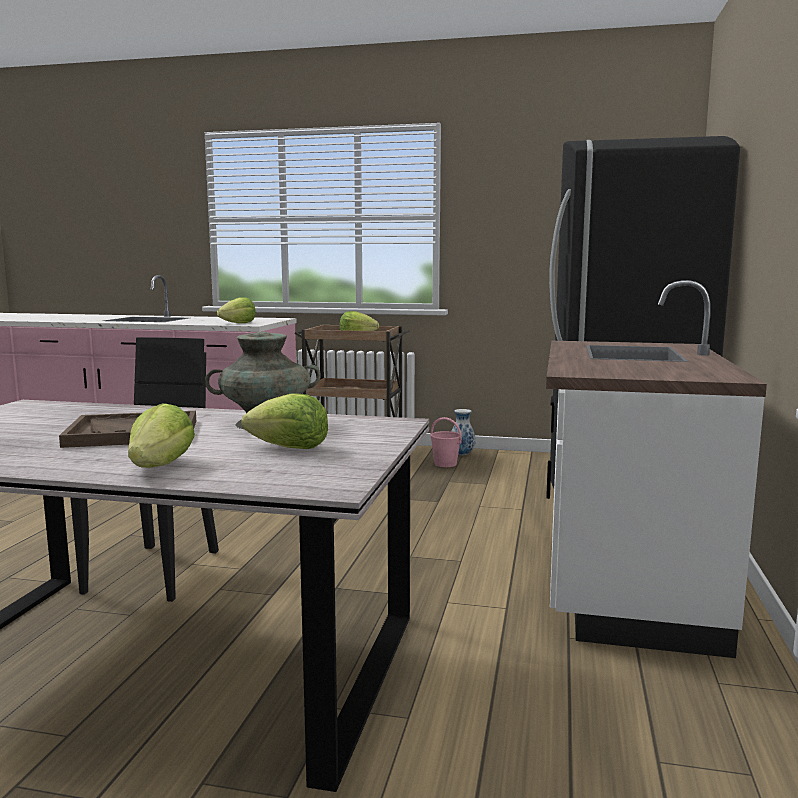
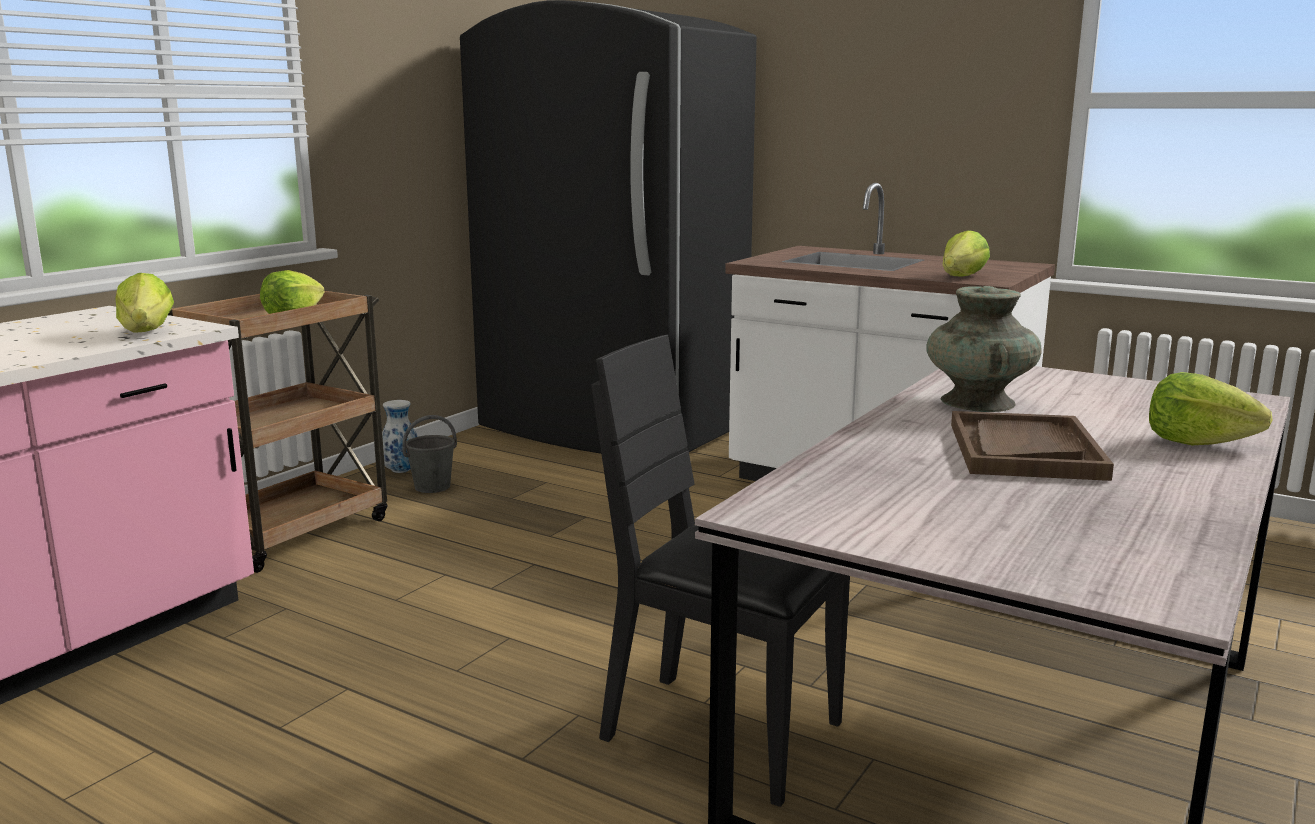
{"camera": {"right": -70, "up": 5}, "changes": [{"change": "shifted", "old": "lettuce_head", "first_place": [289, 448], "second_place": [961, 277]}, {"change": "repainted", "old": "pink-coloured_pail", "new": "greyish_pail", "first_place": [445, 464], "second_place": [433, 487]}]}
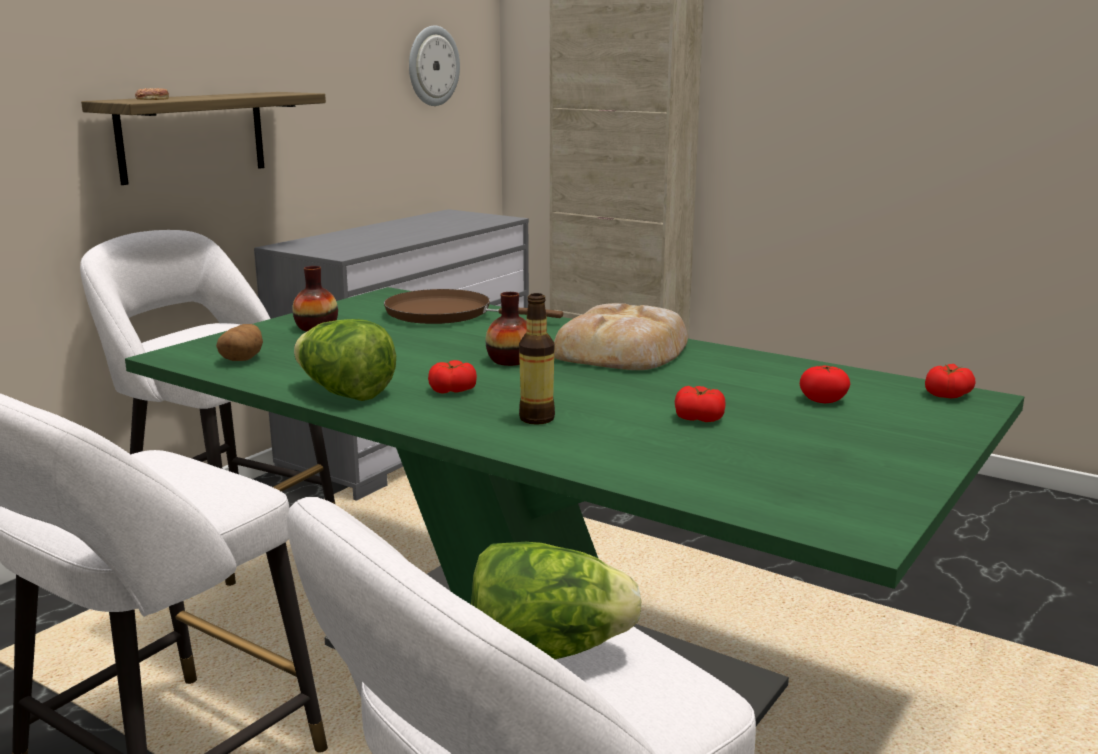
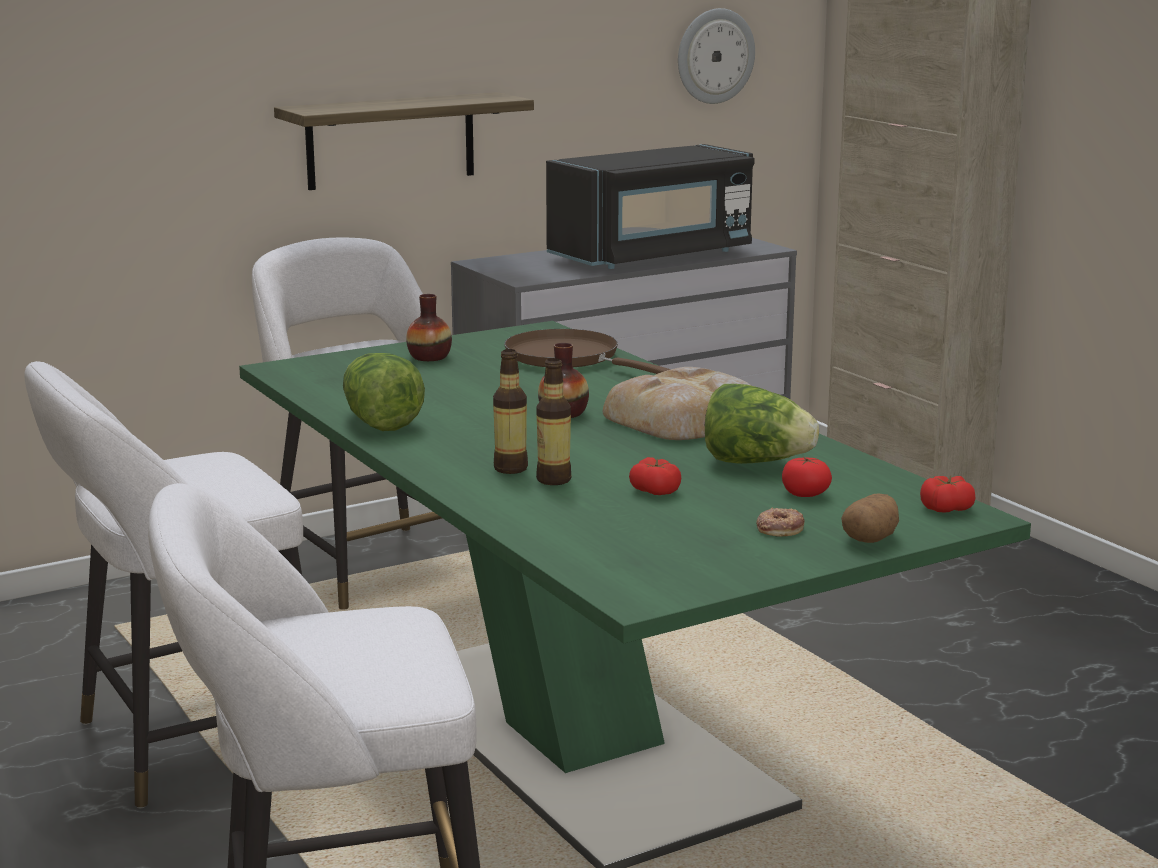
{"camera": {"right": 25, "up": 0}, "changes": [{"change": "shifted", "old": "donut", "first_place": [152, 99], "second_place": [779, 528]}, {"change": "shifted", "old": "spud", "first_place": [242, 359], "second_place": [870, 539]}, {"change": "gone", "old": "fresh_tomato", "first_place": [453, 390]}, {"change": "shifted", "old": "lettuce_head", "first_place": [548, 652], "second_place": [756, 463]}, {"change": "new", "new": "blackish_microwave", "second_place": [653, 256]}, {"change": "new", "new": "drink_bottle", "second_place": [553, 480]}]}
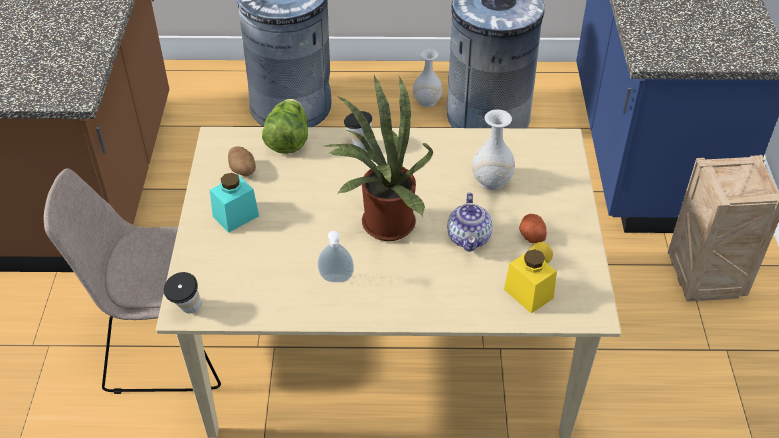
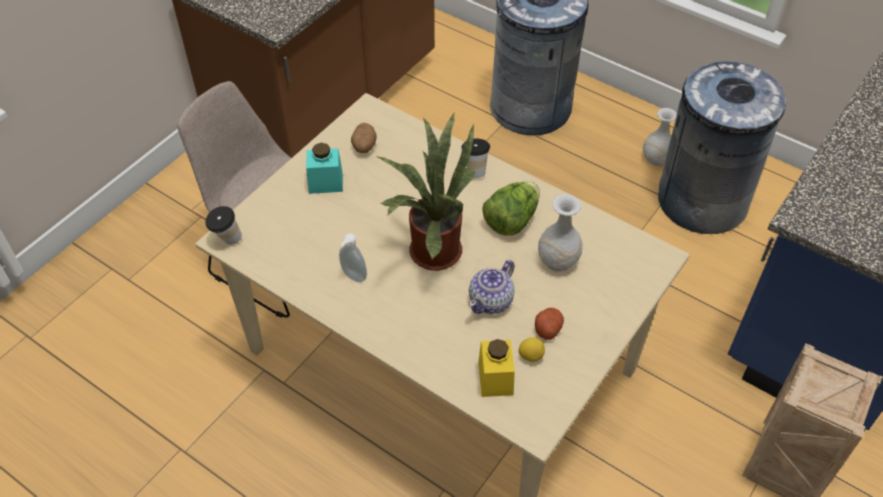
{"camera": {"right": 35, "up": 5}, "changes": [{"change": "shifted", "old": "lettuce_head", "first_place": [288, 140], "second_place": [511, 220]}]}
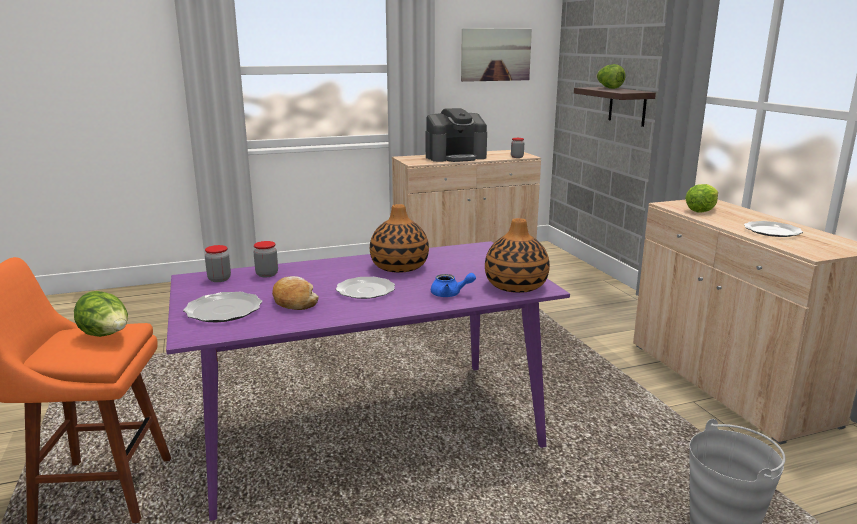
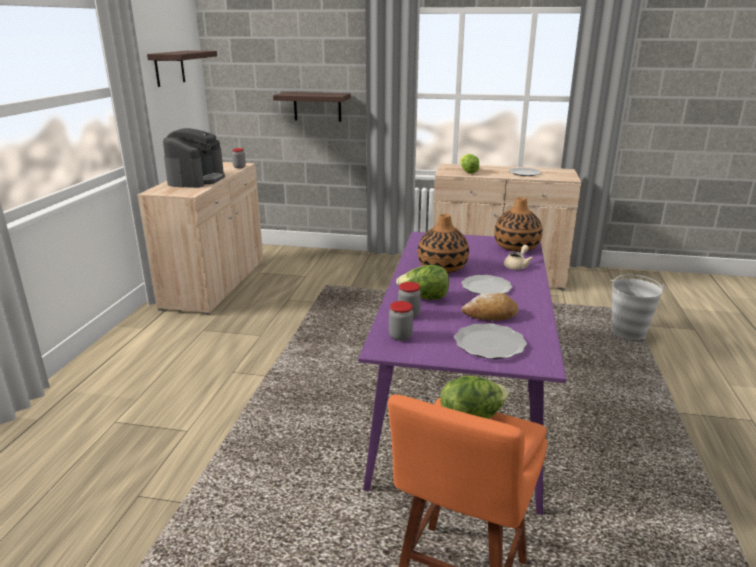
{"camera": {"right": -60, "up": 5}, "changes": [{"change": "swapped", "old": "wall_picture", "new": "bracket_shelf", "first_place": [496, 55], "second_place": [169, 68]}, {"change": "shifted", "old": "lettuce_head", "first_place": [608, 88], "second_place": [424, 298]}, {"change": "repainted", "old": "bluish_tea_pot", "new": "beige_tea_pot", "first_place": [450, 294], "second_place": [517, 266]}]}
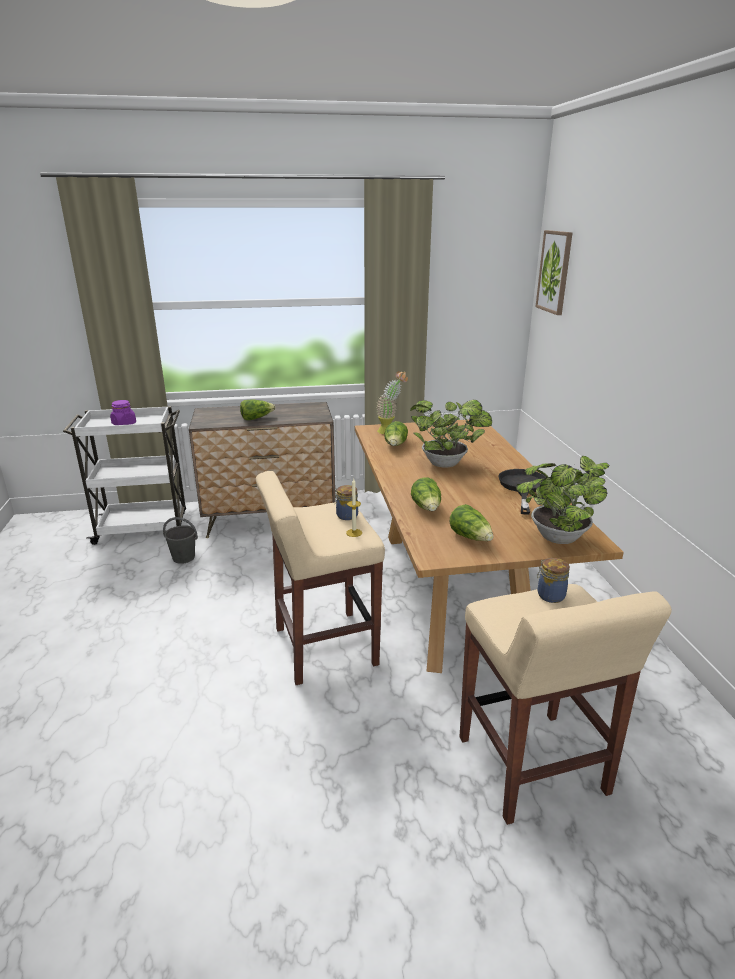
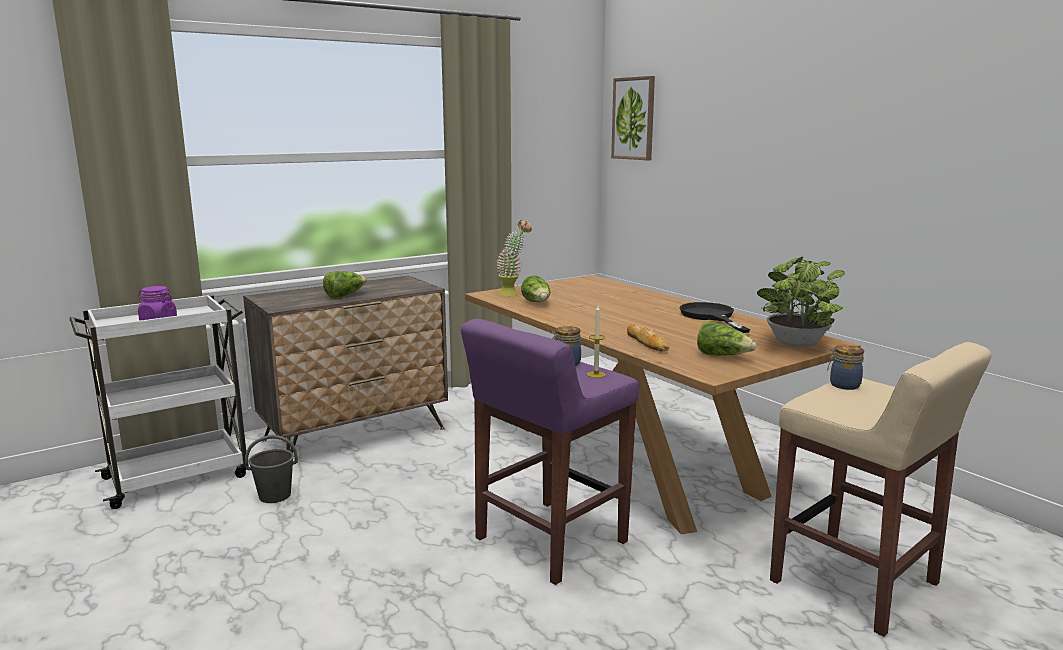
{"camera": {"right": -25, "up": -10}, "changes": [{"change": "gone", "old": "houseplant", "first_place": [447, 464]}, {"change": "repainted", "old": "beige_stool", "new": "purple_stool", "first_place": [323, 647], "second_place": [549, 541]}, {"change": "swapped", "old": "lettuce_head", "new": "bread", "first_place": [427, 508], "second_place": [647, 342]}]}
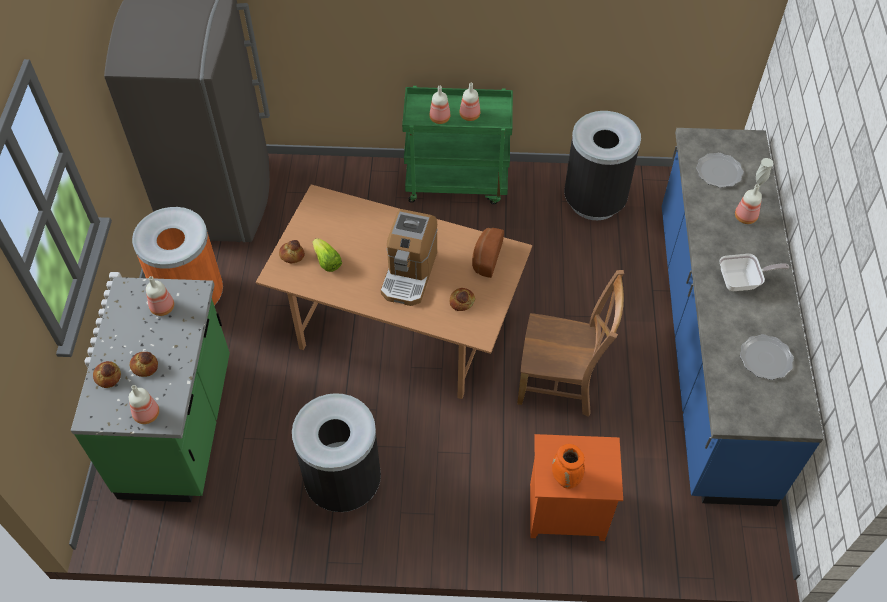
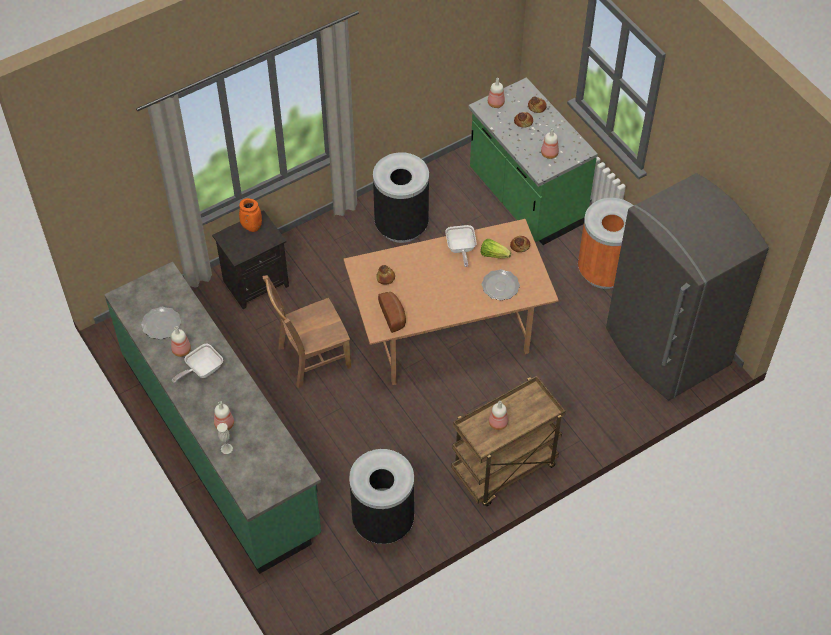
{"camera": {"right": 145, "up": 0}, "changes": [{"change": "repainted", "old": "green-coloured_cart", "new": "brownish_cart", "first_place": [457, 183], "second_place": [504, 470]}, {"change": "shifted", "old": "drink_bottle", "first_place": [439, 118], "second_place": [182, 350]}, {"change": "repainted", "old": "bluish_counter", "new": "green-coloured_counter", "first_place": [709, 347], "second_place": [221, 444]}, {"change": "shifted", "old": "plate", "first_place": [719, 172], "second_place": [500, 286]}, {"change": "gone", "old": "coffee_brewer", "first_place": [409, 273]}, {"change": "repainted", "old": "orange-coloured_nightstand", "new": "blackish_nightstand", "first_place": [565, 513], "second_place": [256, 282]}, {"change": "new", "new": "frying_pan", "second_place": [460, 249]}]}
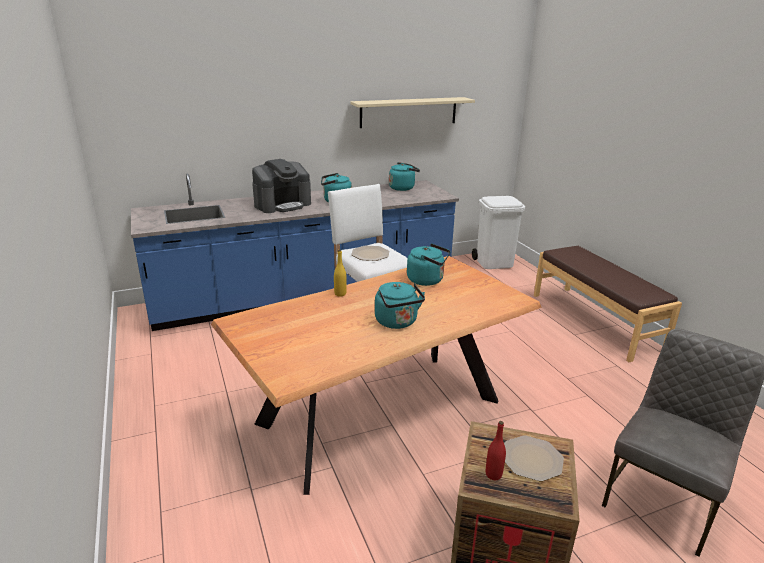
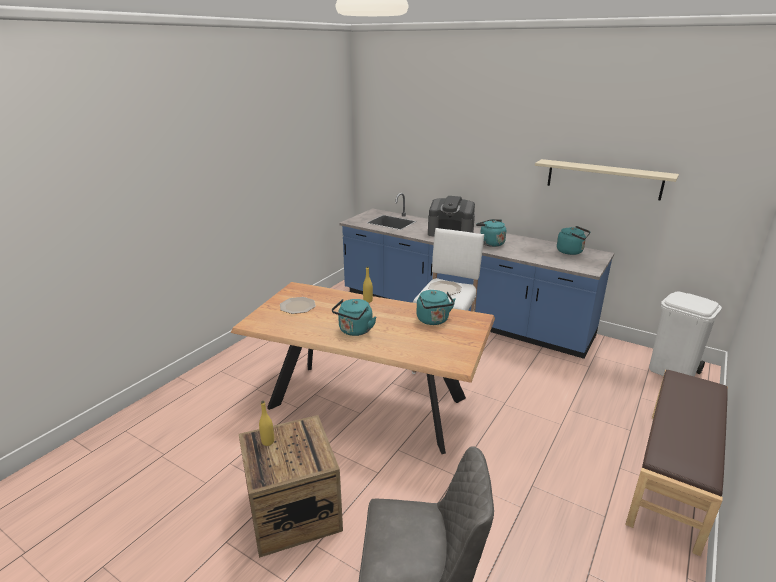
{"camera": {"right": 55, "up": 0}, "changes": [{"change": "repainted", "old": "red-coloured_drink_bottle", "new": "yellow_drink_bottle", "first_place": [493, 474], "second_place": [268, 442]}, {"change": "shifted", "old": "plate", "first_place": [531, 459], "second_place": [297, 306]}]}
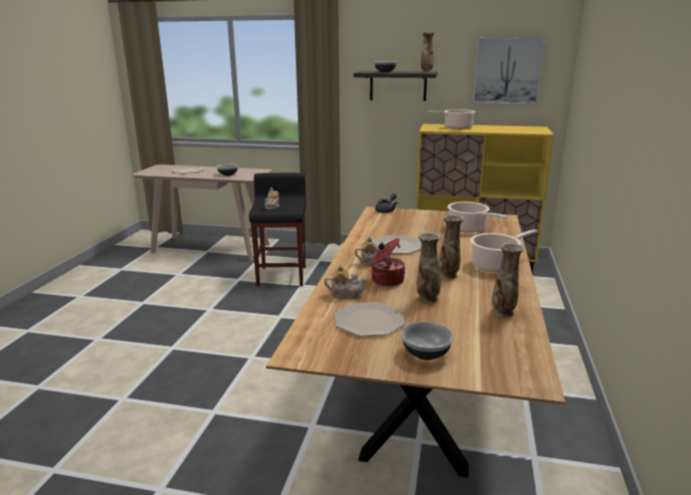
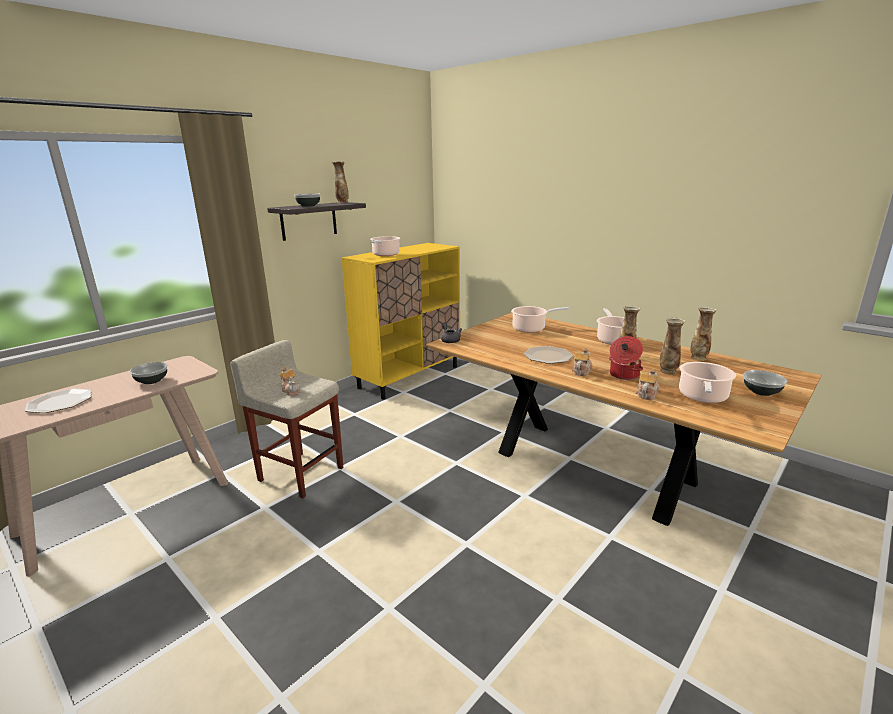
{"camera": {"right": -60, "up": 0}, "changes": [{"change": "gone", "old": "wall_picture", "first_place": [507, 71]}, {"change": "repainted", "old": "blackish_stool", "new": "beige_stool", "first_place": [282, 275], "second_place": [300, 473]}, {"change": "swapped", "old": "plate", "new": "saucepot", "first_place": [368, 320], "second_place": [702, 397]}]}
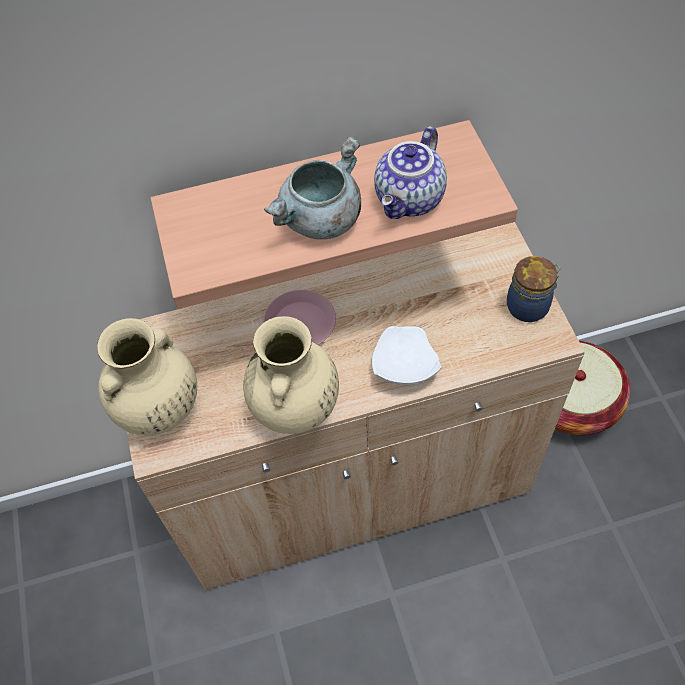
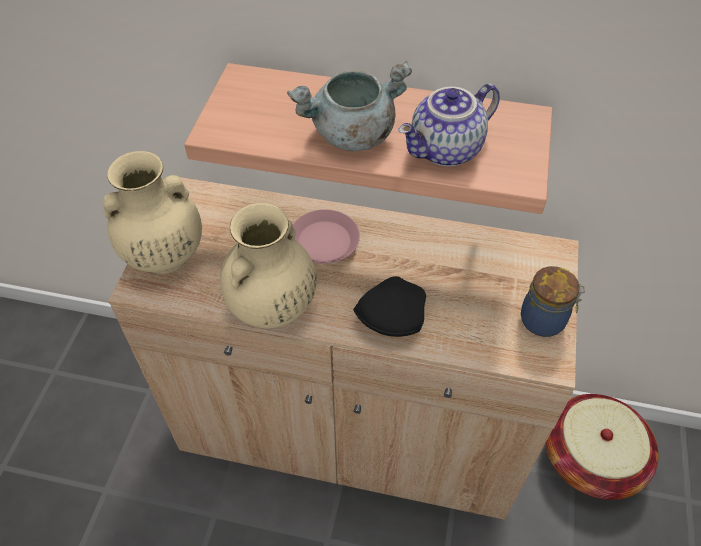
{"camera": {"right": 25, "up": -5}, "changes": [{"change": "repainted", "old": "whitish_plate", "new": "blackish_plate", "first_place": [403, 366], "second_place": [390, 317]}]}
